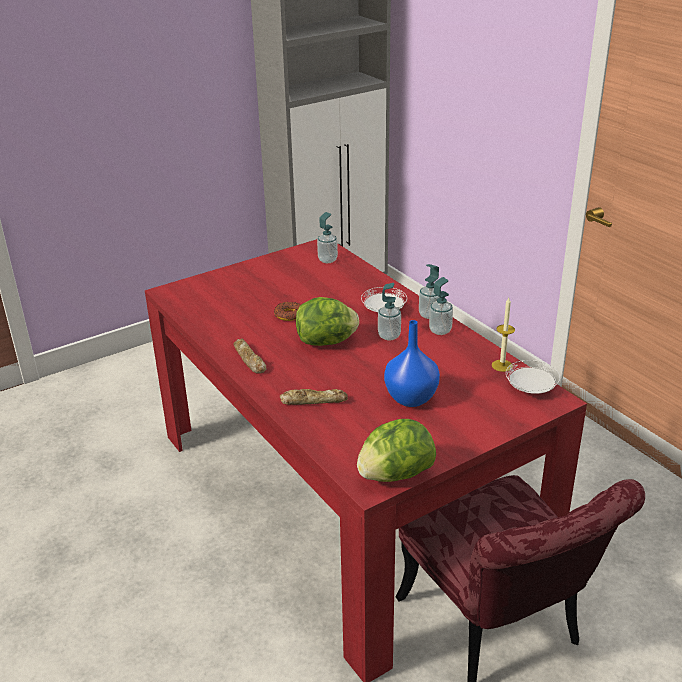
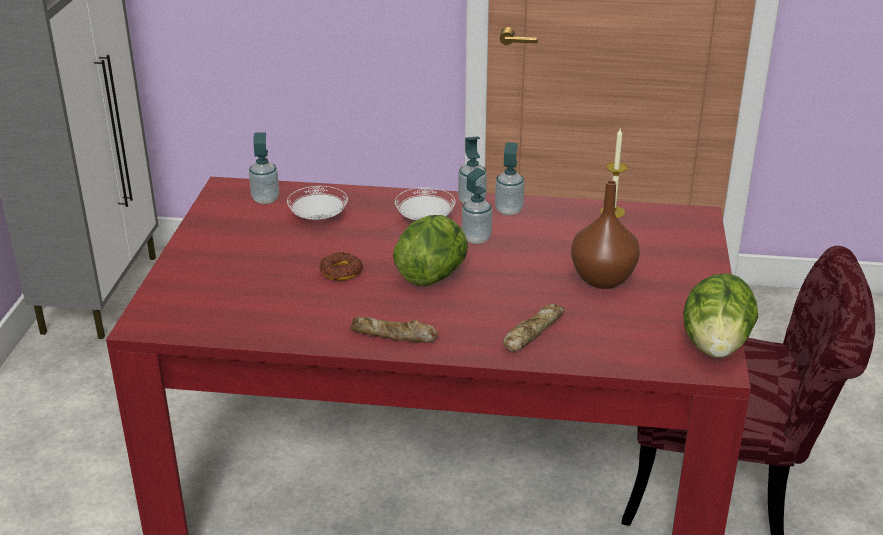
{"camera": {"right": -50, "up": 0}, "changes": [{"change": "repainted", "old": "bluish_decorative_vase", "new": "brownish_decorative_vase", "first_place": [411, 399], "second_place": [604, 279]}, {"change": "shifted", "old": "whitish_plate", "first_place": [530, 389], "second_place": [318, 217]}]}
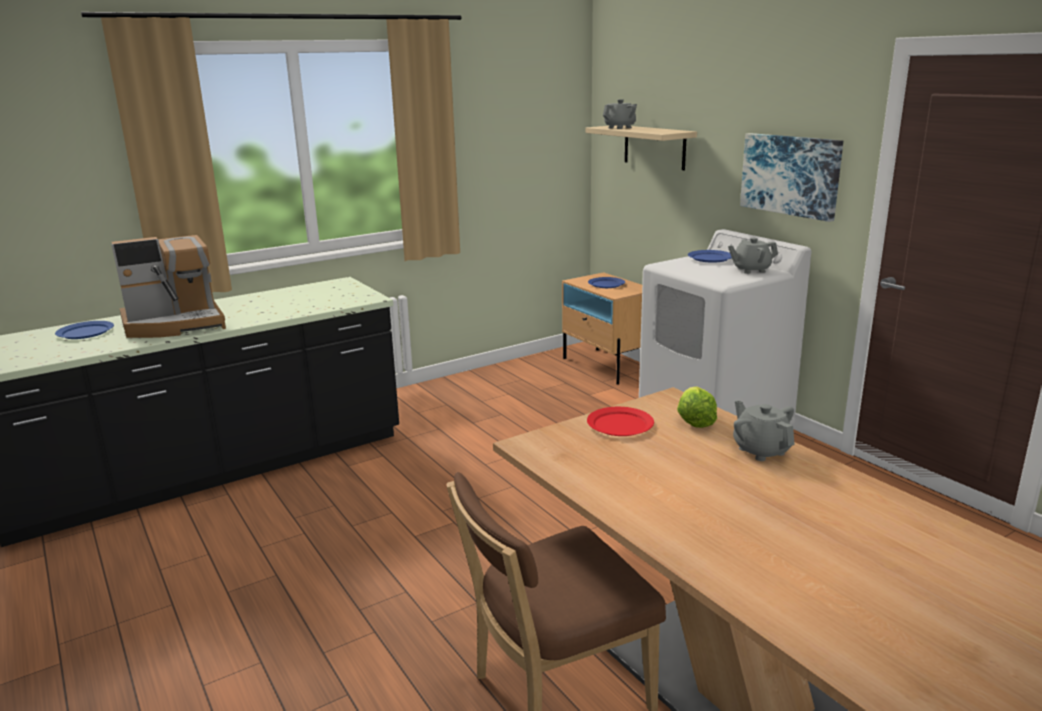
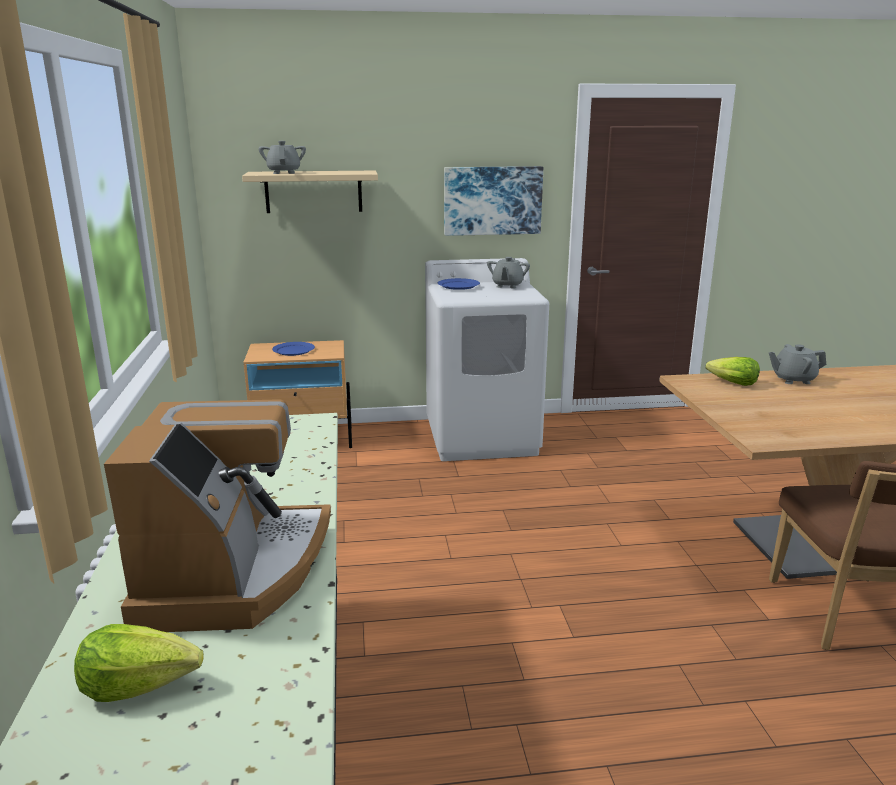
{"camera": {"right": -65, "up": 0}, "changes": [{"change": "swapped", "old": "bluish_plate", "new": "lettuce_head", "first_place": [86, 332], "second_place": [140, 684]}, {"change": "gone", "old": "red-coloured_plate", "first_place": [620, 425]}]}
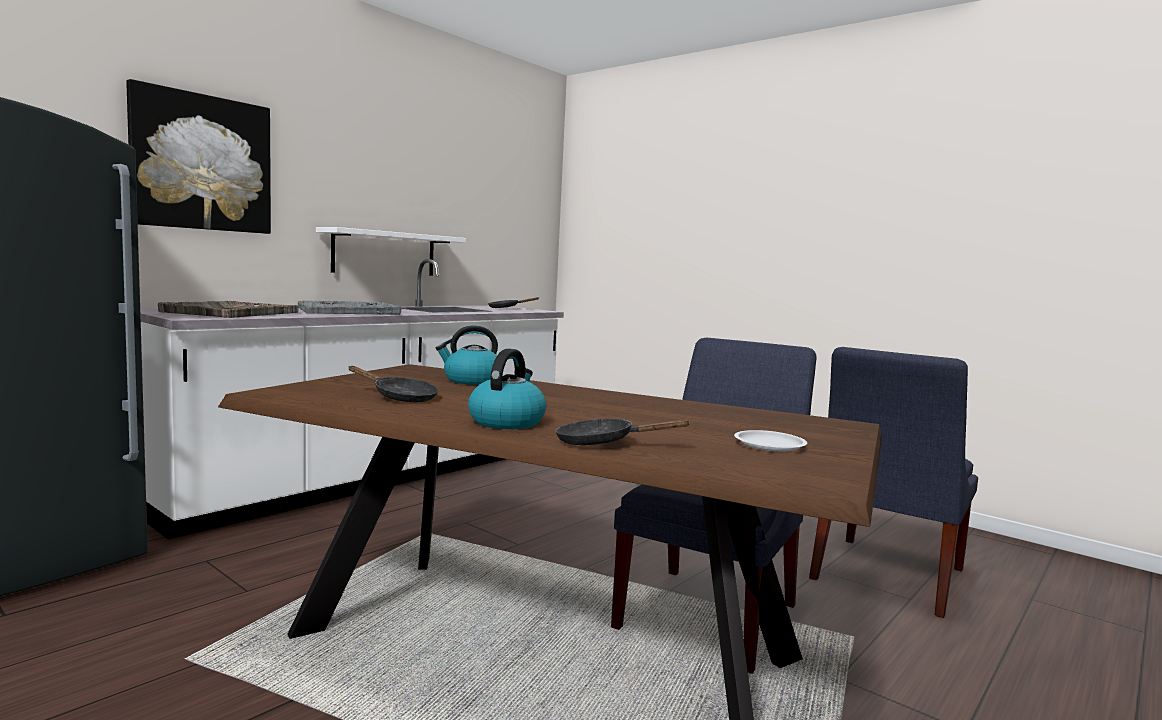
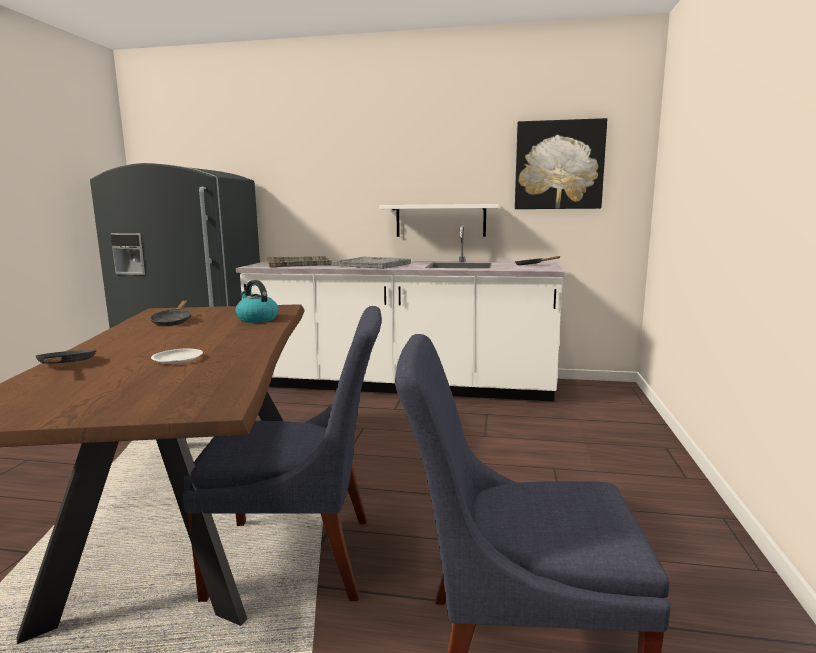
{"camera": {"right": 60, "up": 5}, "changes": [{"change": "shifted", "old": "wall_picture", "first_place": [202, 163], "second_place": [559, 165]}, {"change": "gone", "old": "water_kettle", "first_place": [507, 421]}, {"change": "shifted", "old": "whitish_plate", "first_place": [770, 445], "second_place": [177, 359]}]}
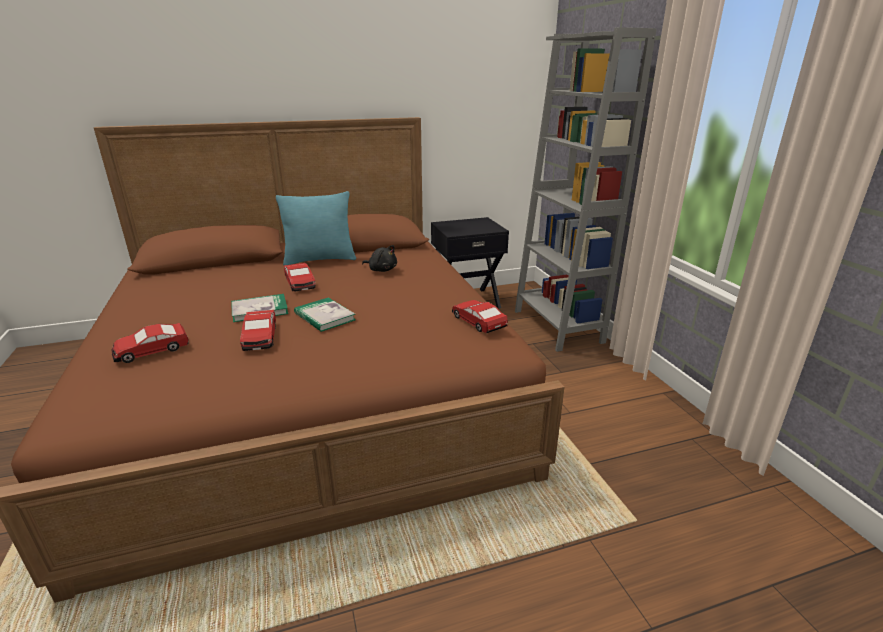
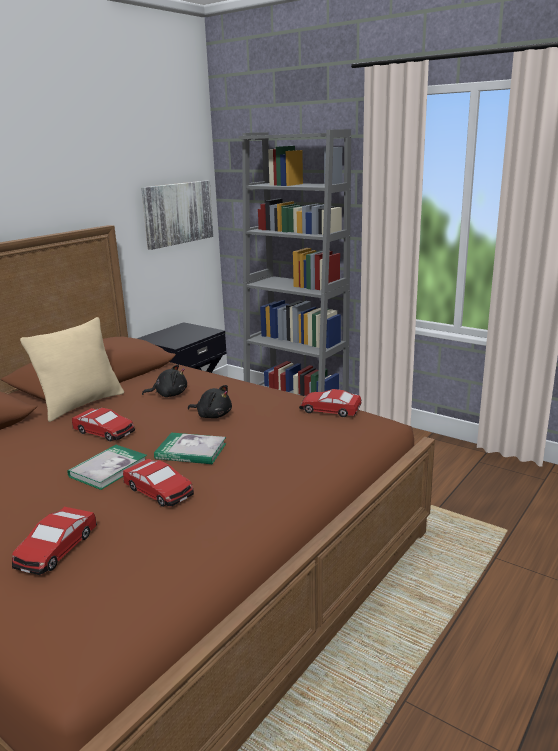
{"camera": {"right": -35, "up": -5}, "changes": [{"change": "repainted", "old": "blue-green_cushion", "new": "beige_cushion", "first_place": [320, 259], "second_place": [81, 404]}, {"change": "new", "new": "wall_picture", "second_place": [177, 213]}, {"change": "new", "new": "blackish_plush_toy", "second_place": [213, 415]}]}
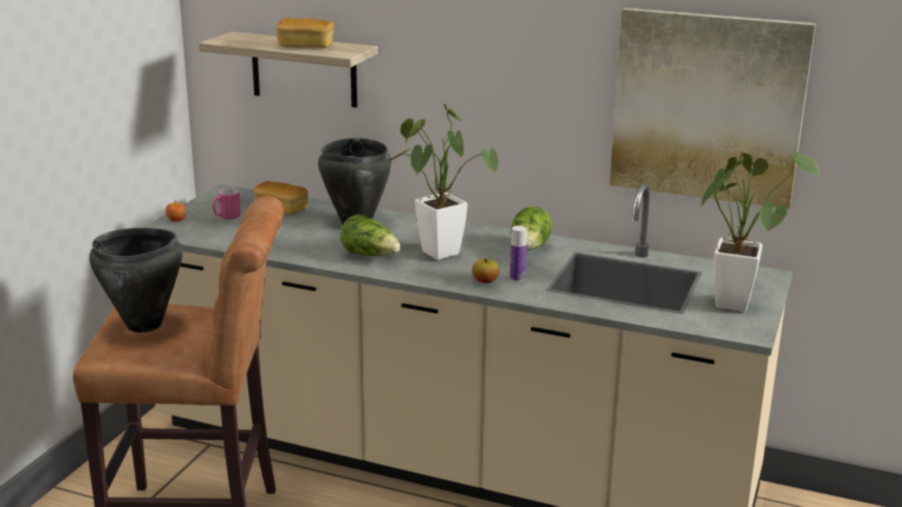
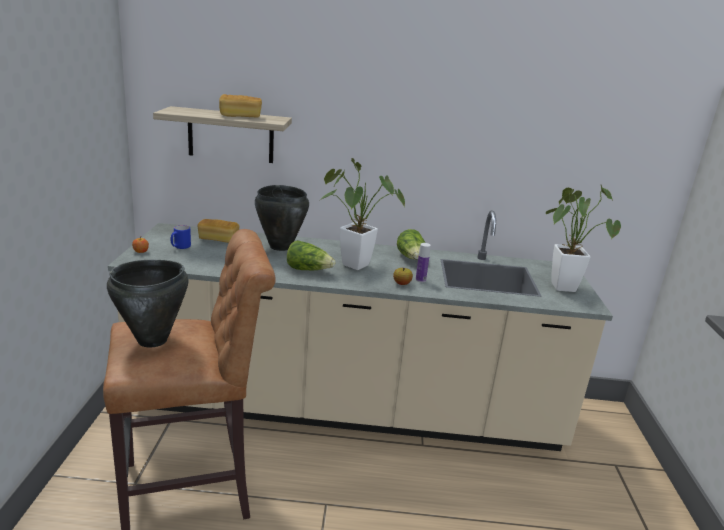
{"camera": {"right": -20, "up": 0}, "changes": [{"change": "gone", "old": "wall_picture", "first_place": [707, 107]}, {"change": "repainted", "old": "pink-coloured_mug", "new": "bluish_mug", "first_place": [226, 217], "second_place": [180, 247]}]}
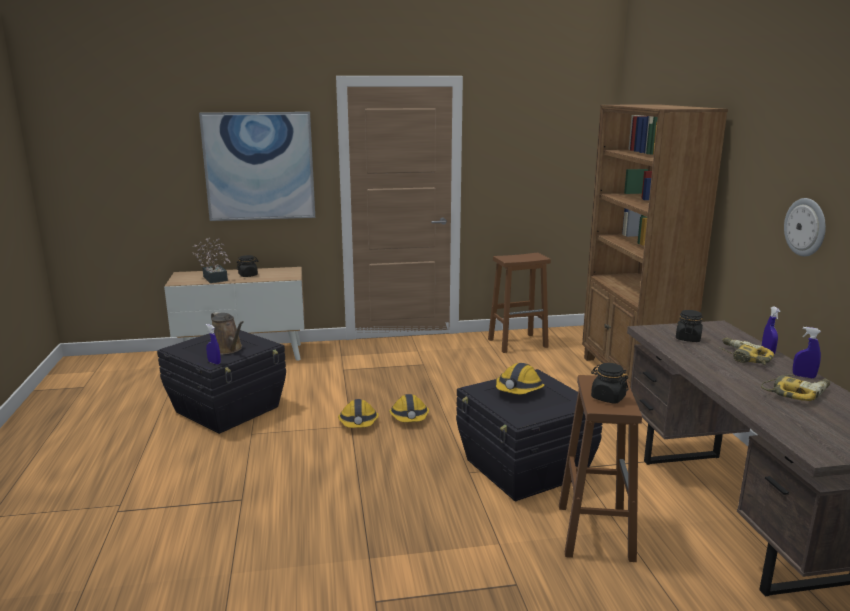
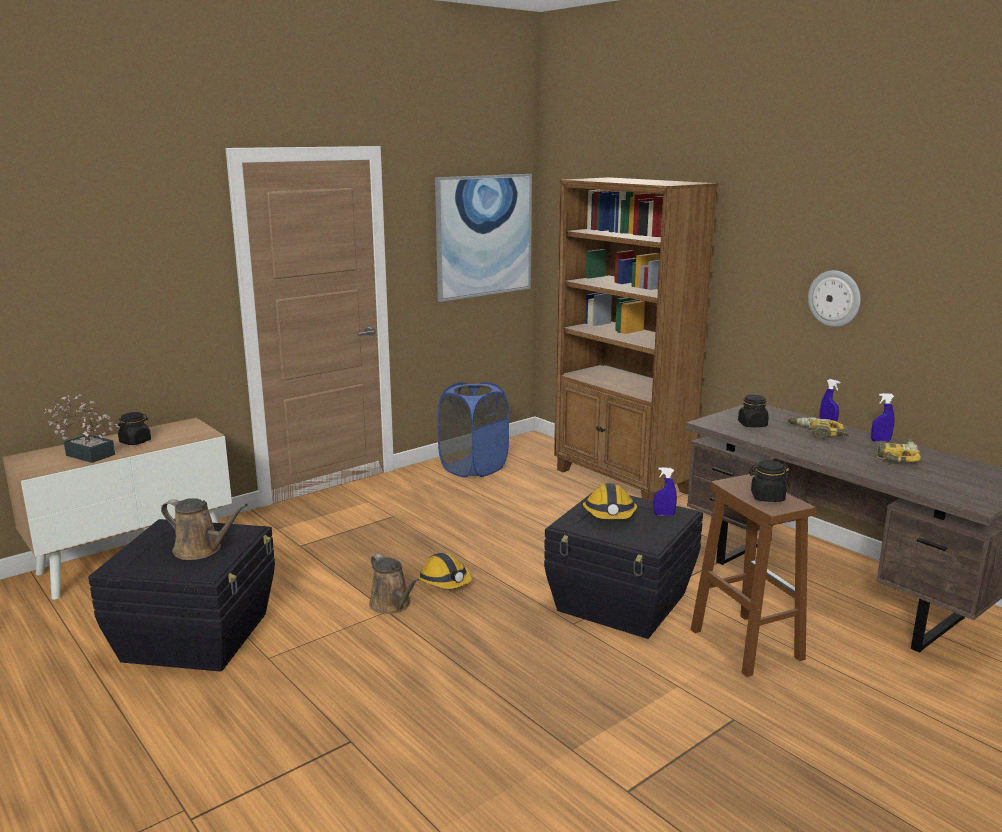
{"camera": {"right": -30, "up": 0}, "changes": [{"change": "shifted", "old": "wall_picture", "first_place": [259, 166], "second_place": [484, 236]}, {"change": "swapped", "old": "brownish_stool", "new": "bluish_hamper", "first_place": [518, 343], "second_place": [473, 468]}, {"change": "shifted", "old": "bluish_spray_bottle", "first_place": [214, 362], "second_place": [664, 515]}, {"change": "swapped", "old": "safety_helmet", "new": "brownish_watering_can", "first_place": [358, 423], "second_place": [392, 605]}]}
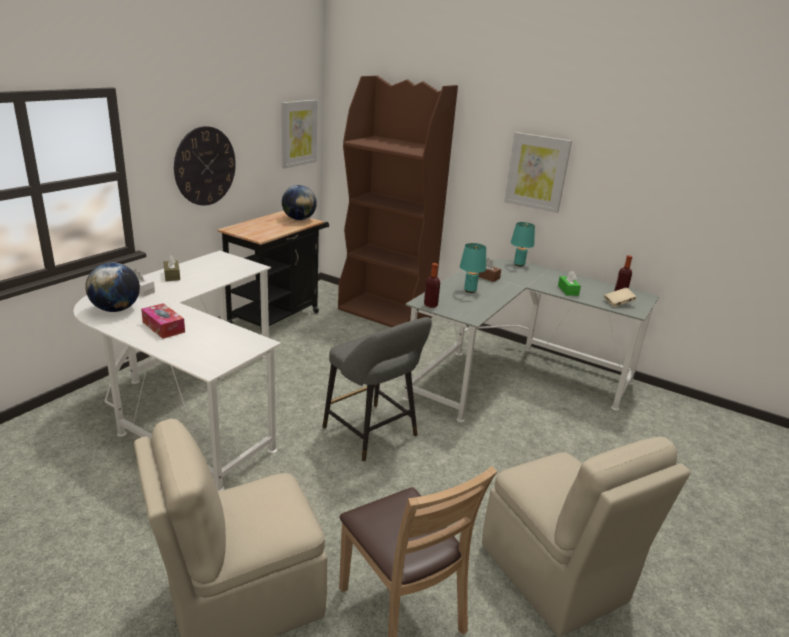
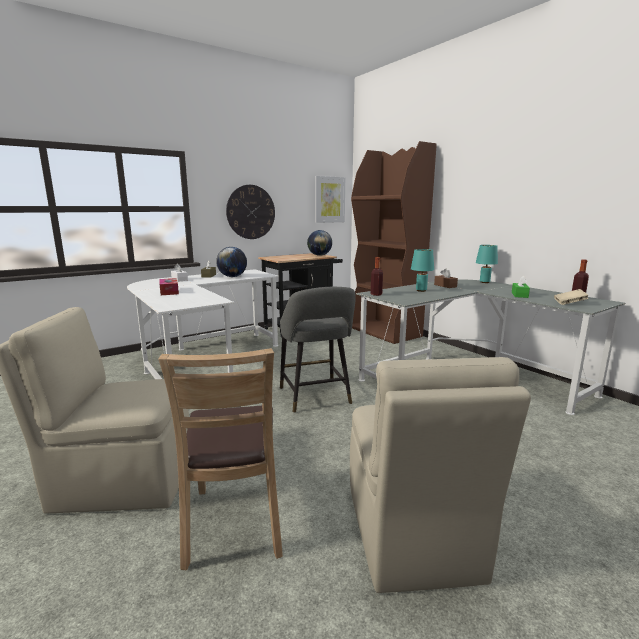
{"camera": {"right": 25, "up": -10}, "changes": [{"change": "gone", "old": "wall_picture", "first_place": [537, 172]}, {"change": "shifted", "old": "desk_globe", "first_place": [116, 309], "second_place": [232, 276]}]}
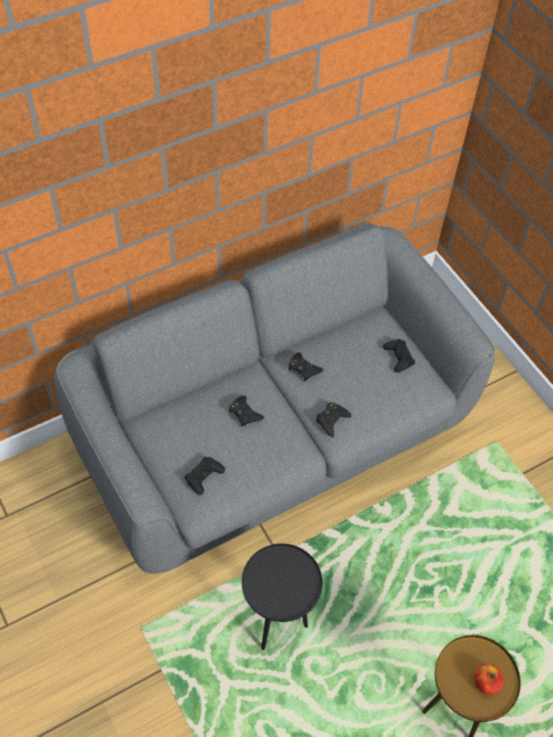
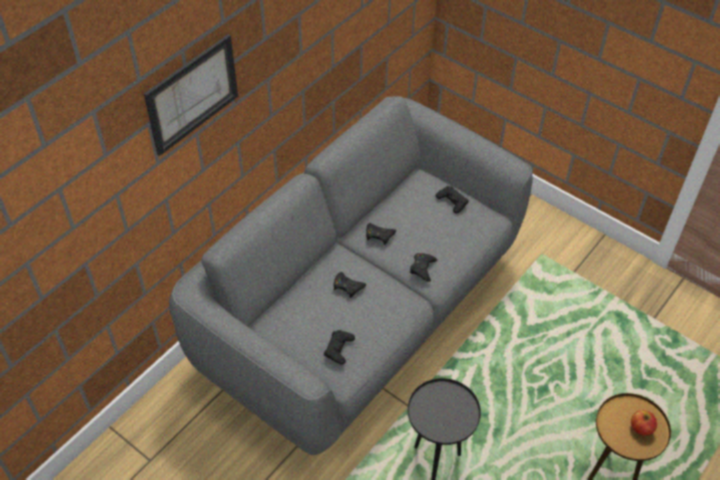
{"camera": {"right": -20, "up": -5}, "changes": [{"change": "new", "new": "wall_picture", "second_place": [192, 94]}]}
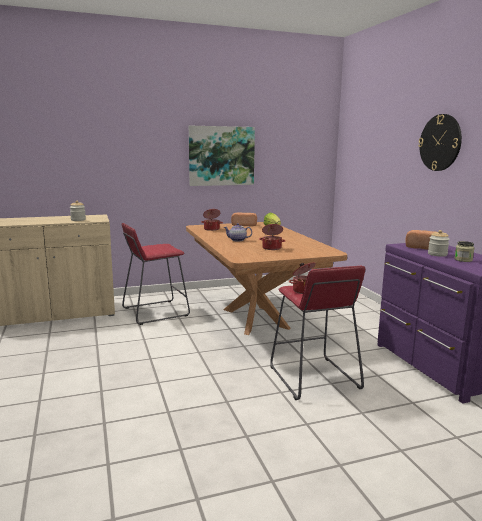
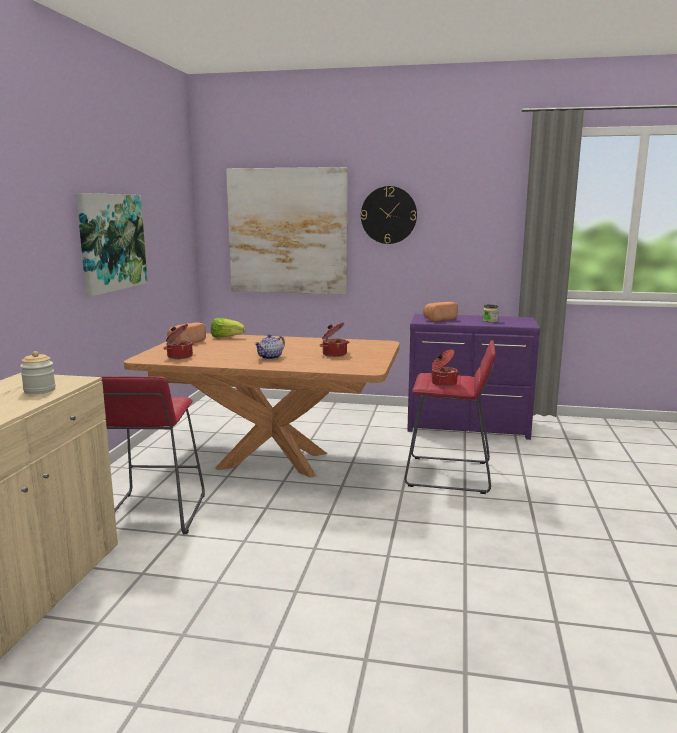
{"camera": {"right": -60, "up": 0}, "changes": [{"change": "gone", "old": "jar", "first_place": [437, 254]}, {"change": "new", "new": "wall_picture", "second_place": [287, 231]}]}
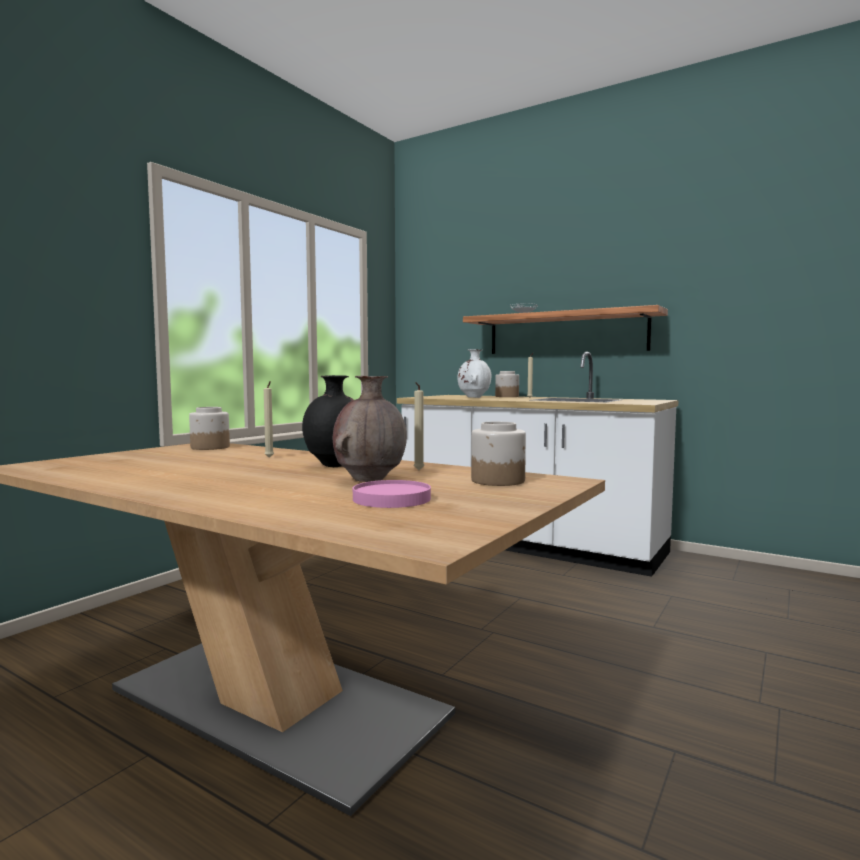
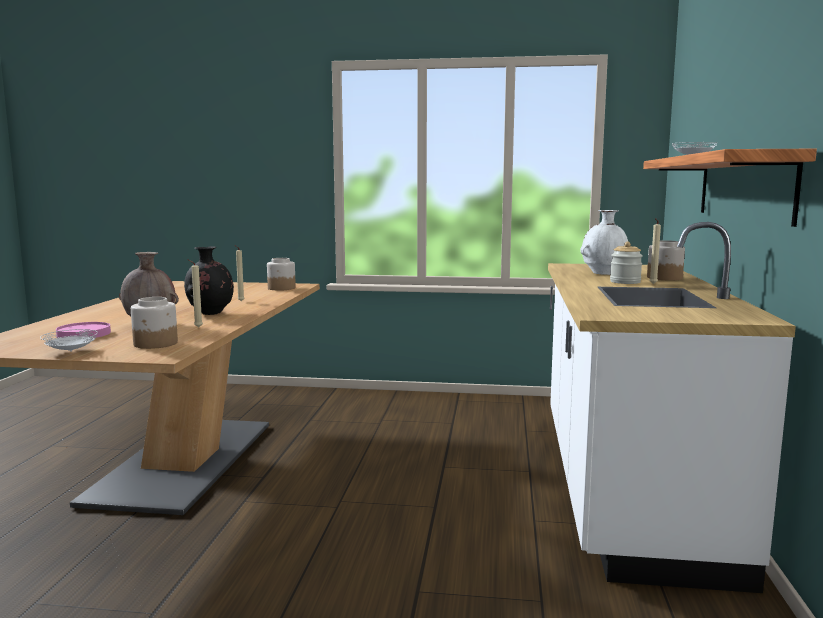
{"camera": {"right": 65, "up": 5}, "changes": [{"change": "new", "new": "jar", "second_place": [625, 282]}, {"change": "new", "new": "whitish_plate", "second_place": [71, 351]}]}
